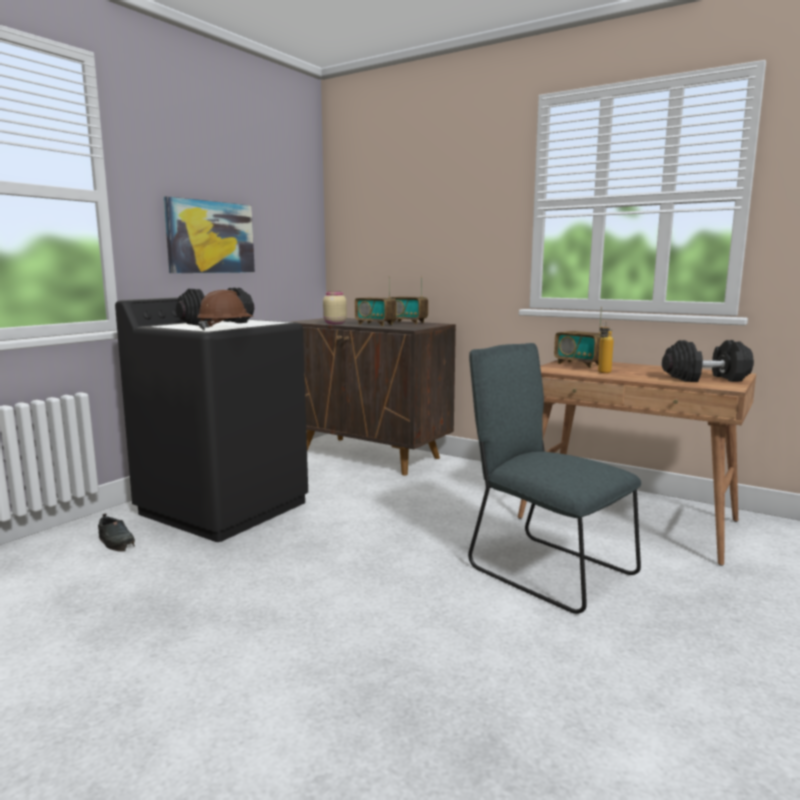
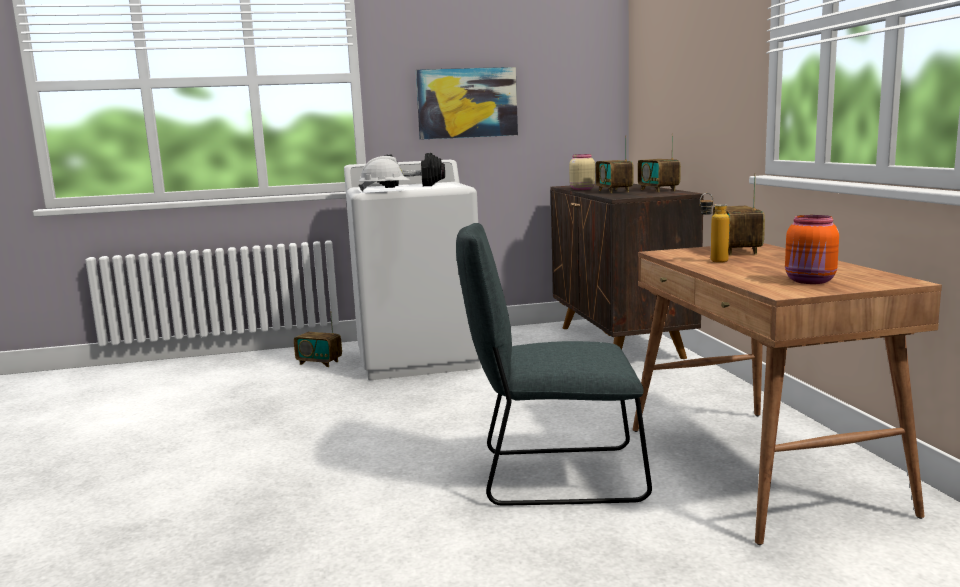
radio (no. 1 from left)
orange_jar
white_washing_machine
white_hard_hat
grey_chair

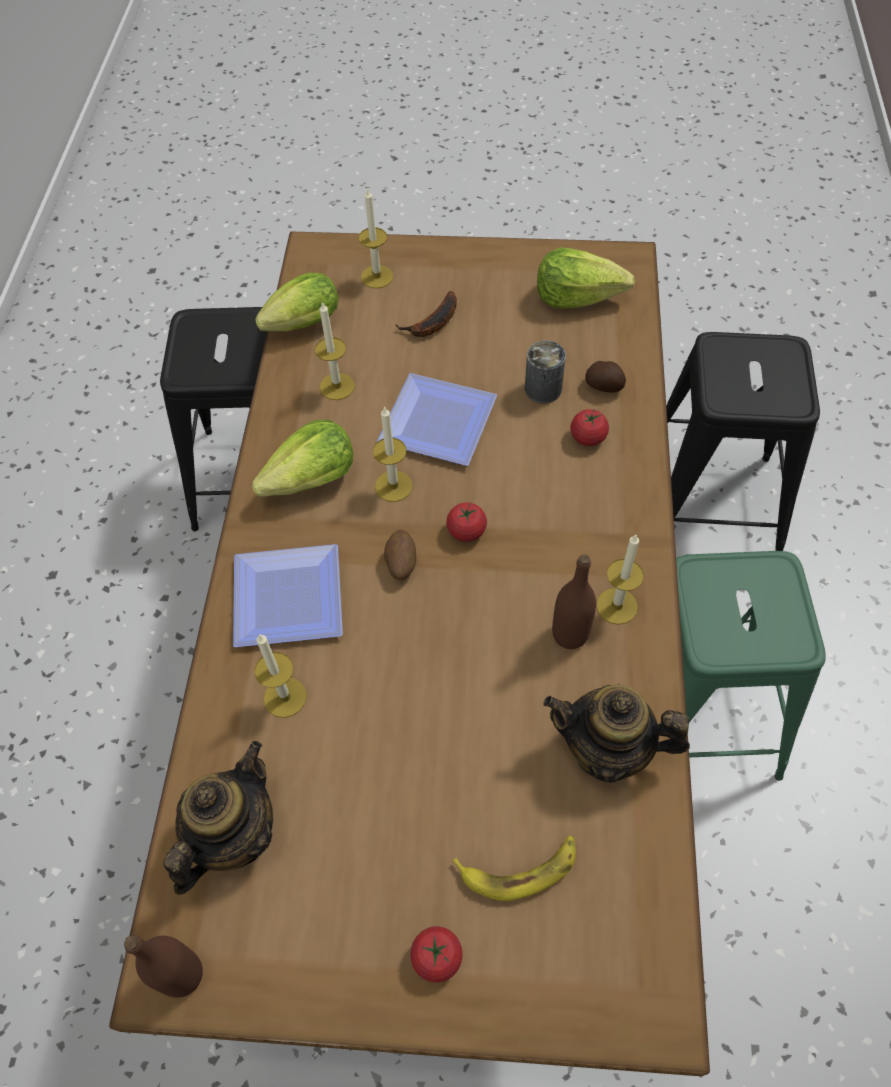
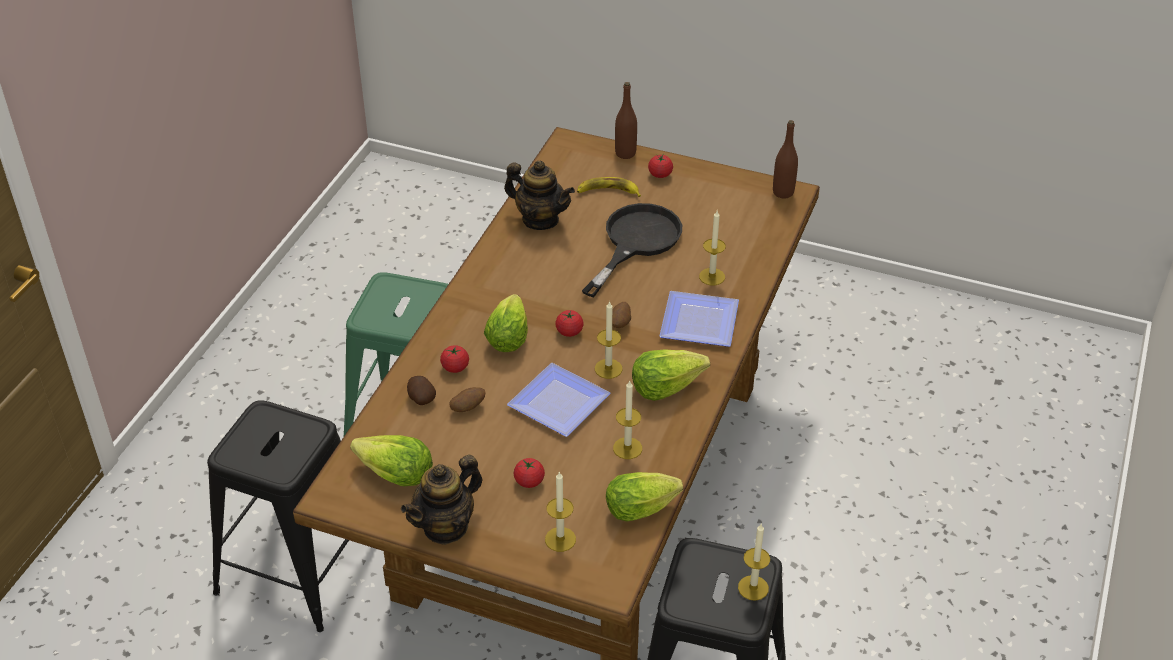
lettuce (no. 2 from left)
black_frying_pan
teapot (no. 1 from left)
brown_bottle (no. 1 from left)
candle (no. 5 from left)
tomato (no. 2 from left)
potato (no. 2 from left)

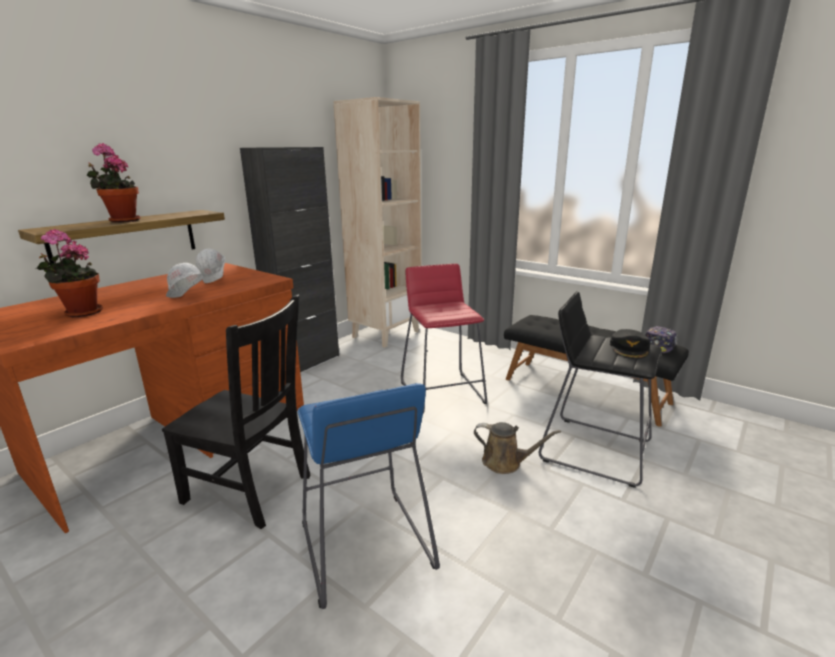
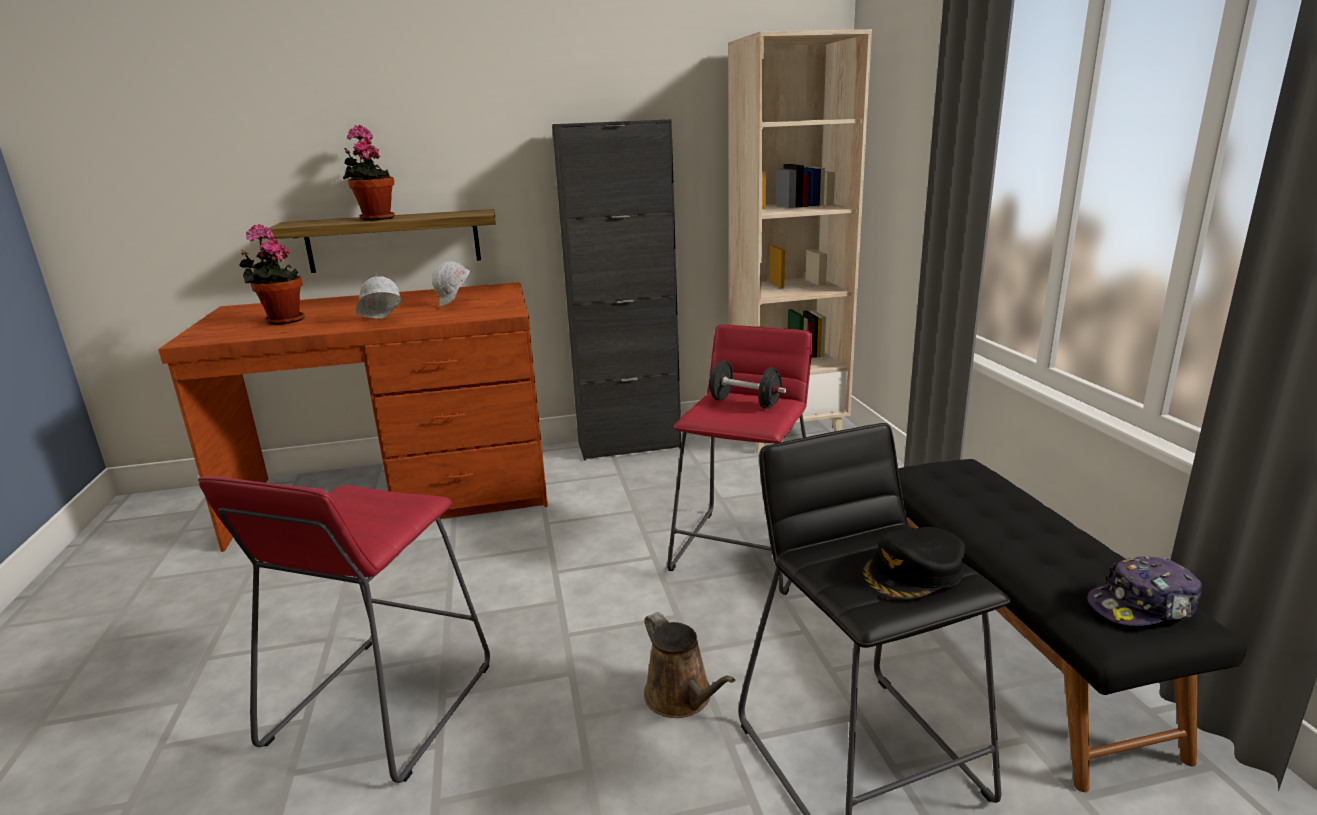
black_chair
black_dumbbell
red_stool (no. 1 from left)

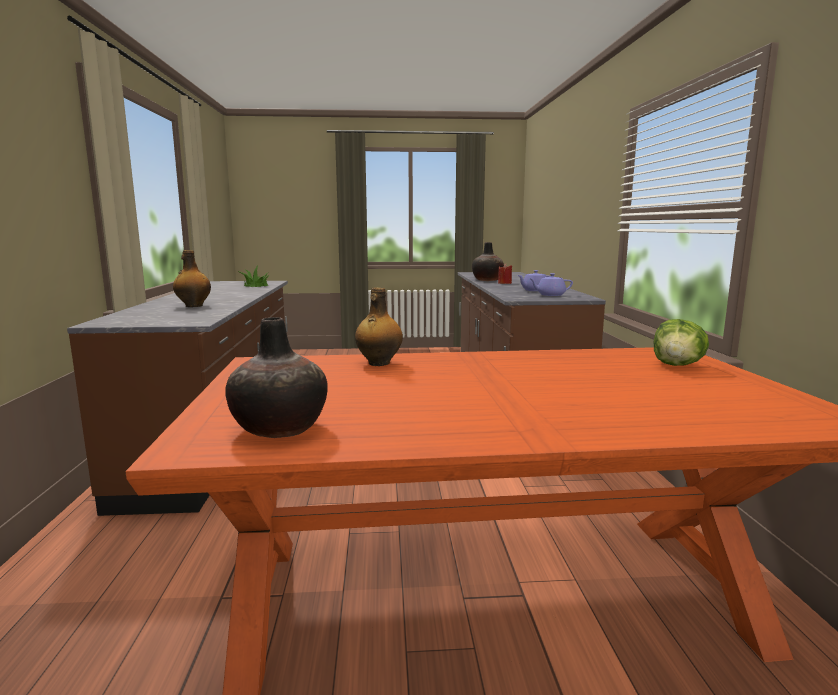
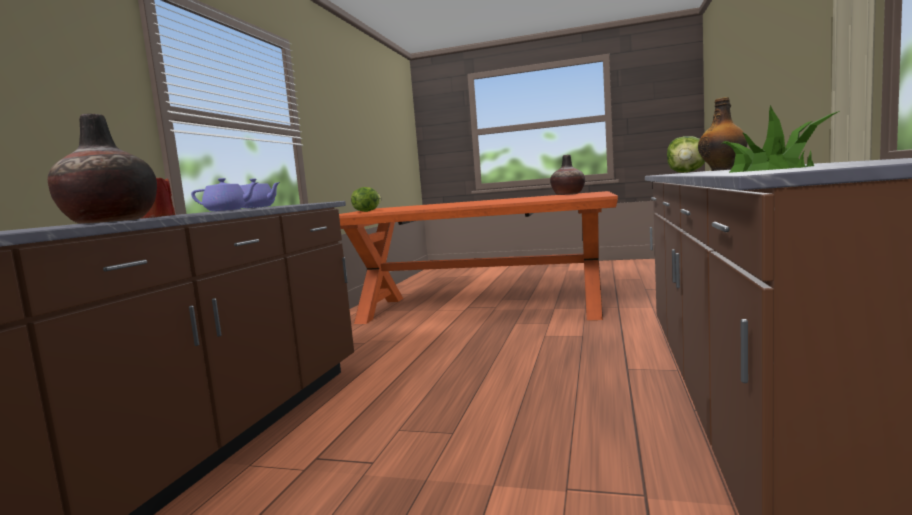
bottle (no. 2 from left in the first image)
lettuce (no. 2 from left)

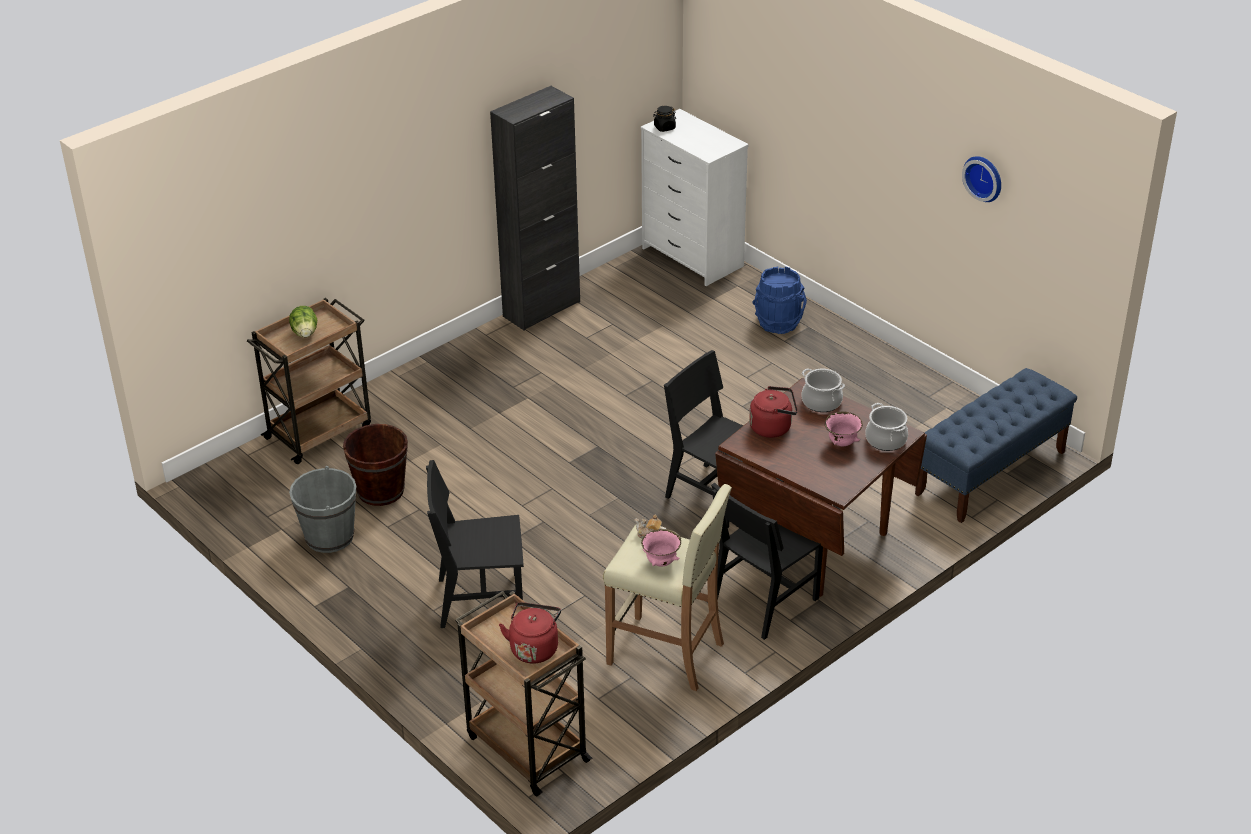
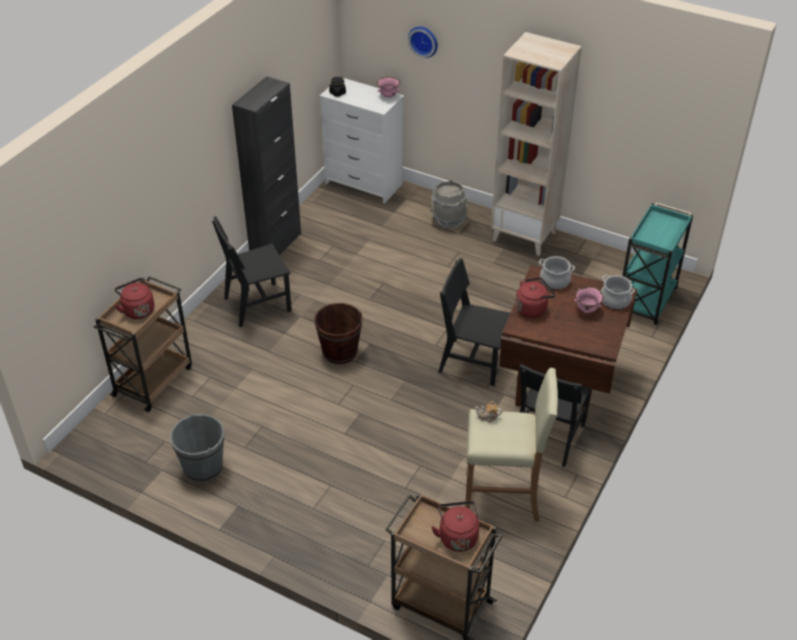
beige_bookcase
brown_bucket
black_chair (no. 1 from left)
pink_bowl (no. 1 from left)
wall_clock
red_kettle (no. 1 from left)
turquoise_cart
grey_bucket (no. 2 from left)

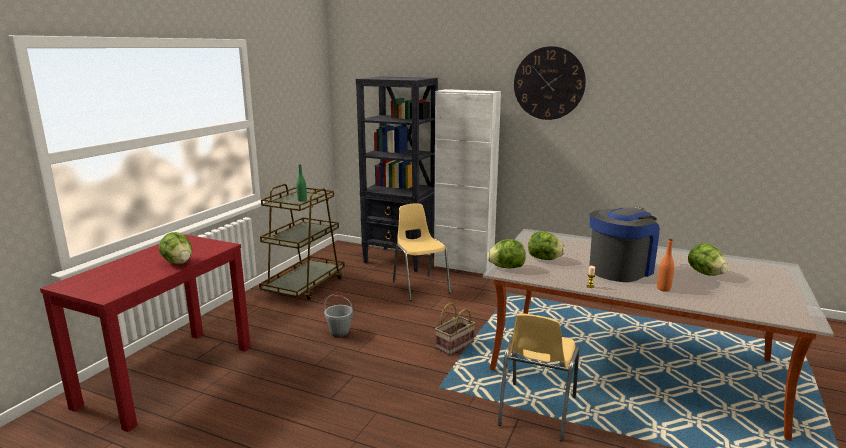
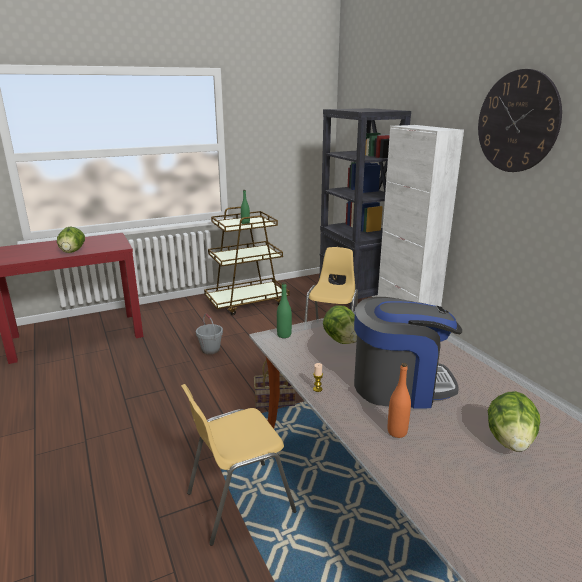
green_bottle (no. 2 from left)

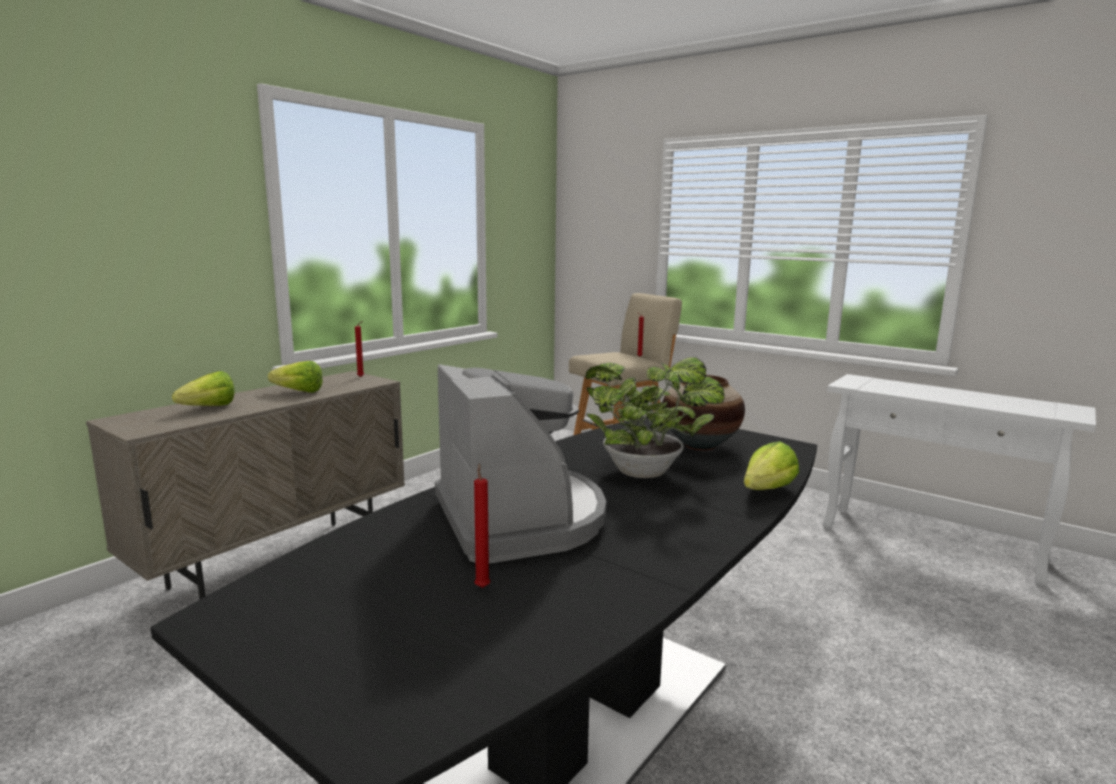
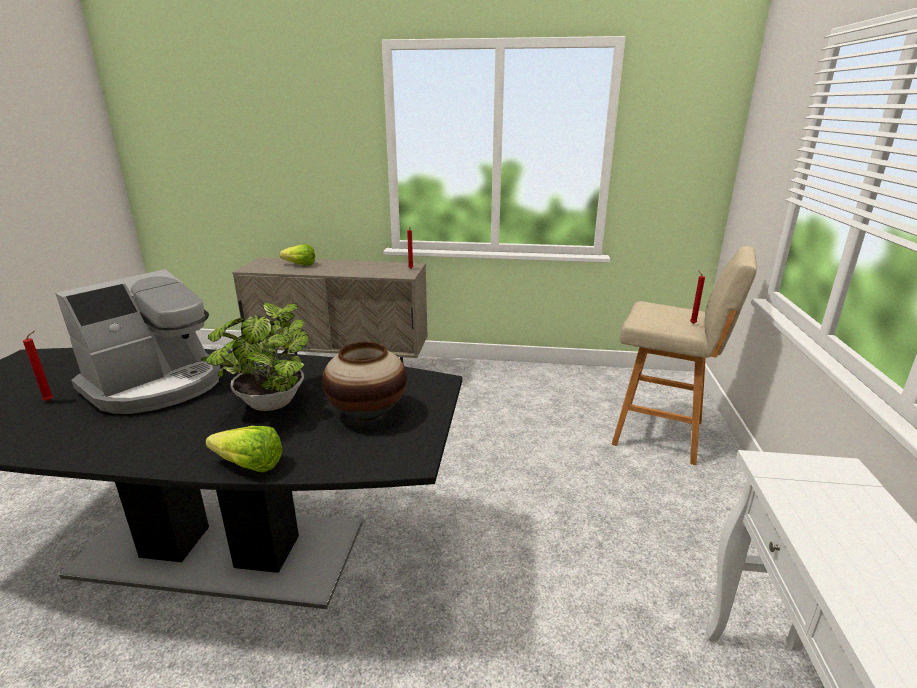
lettuce (no. 2 from left in the first image)

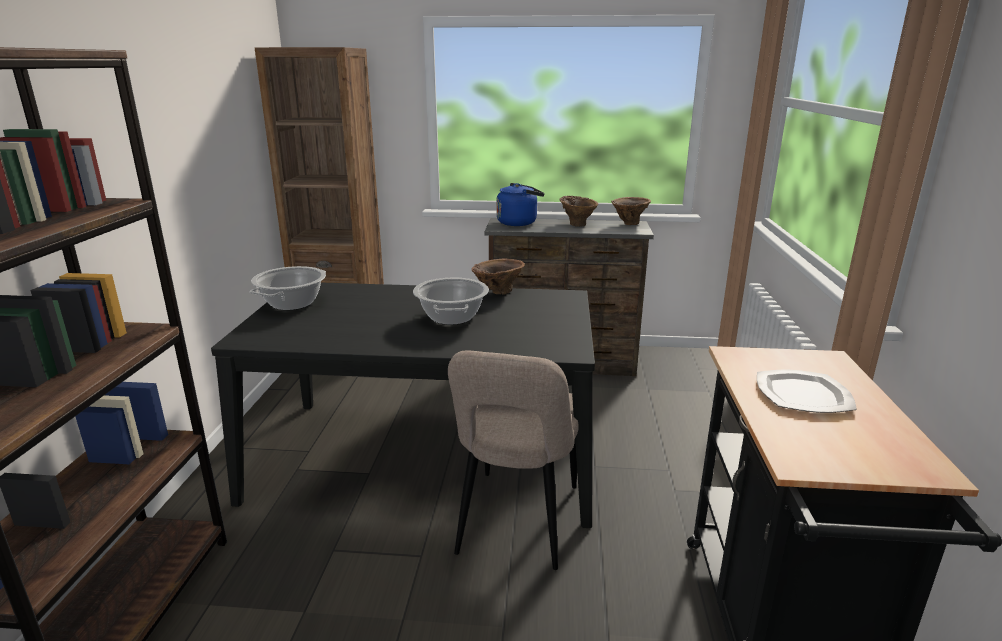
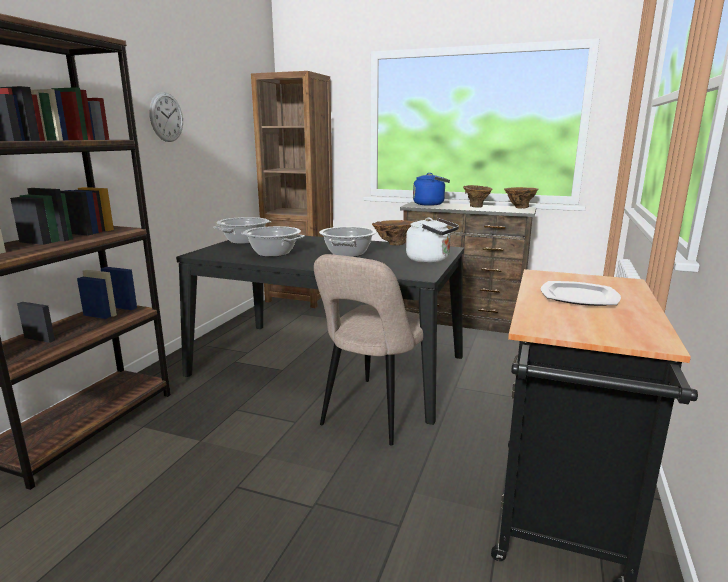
wall_clock
cooking_pot (no. 2 from left)
white_kettle

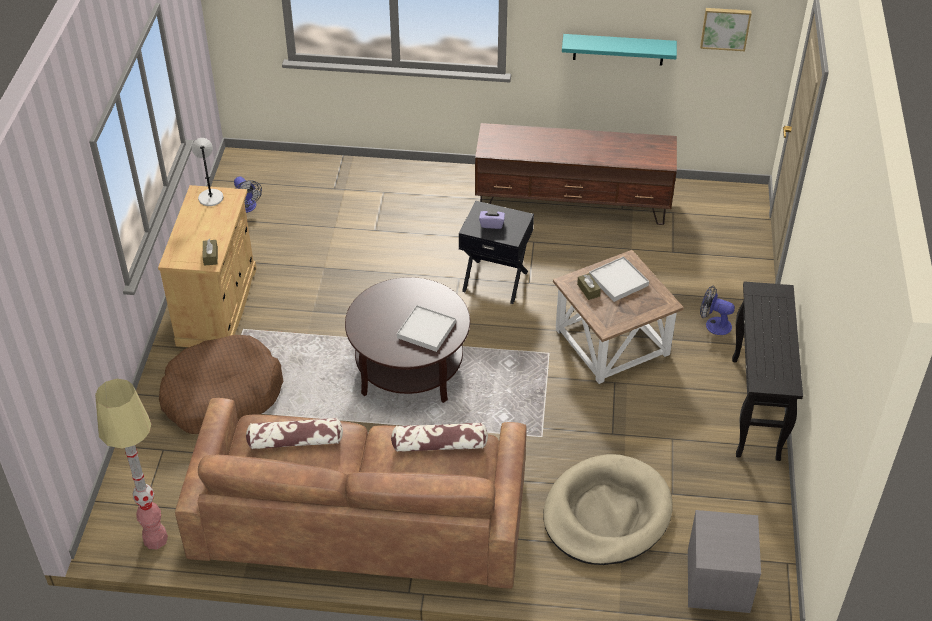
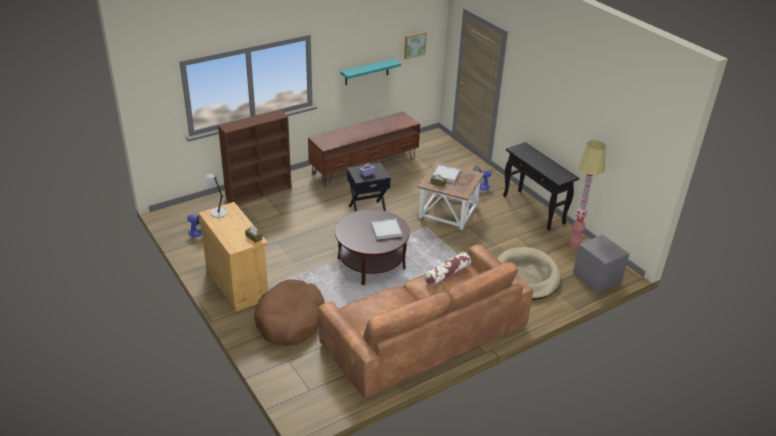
pillow (no. 1 from left in the first image)
brown_bookcase
floor_lamp

